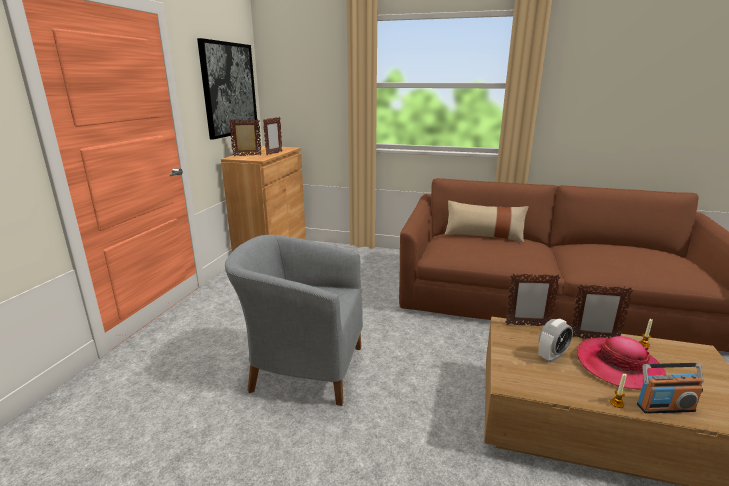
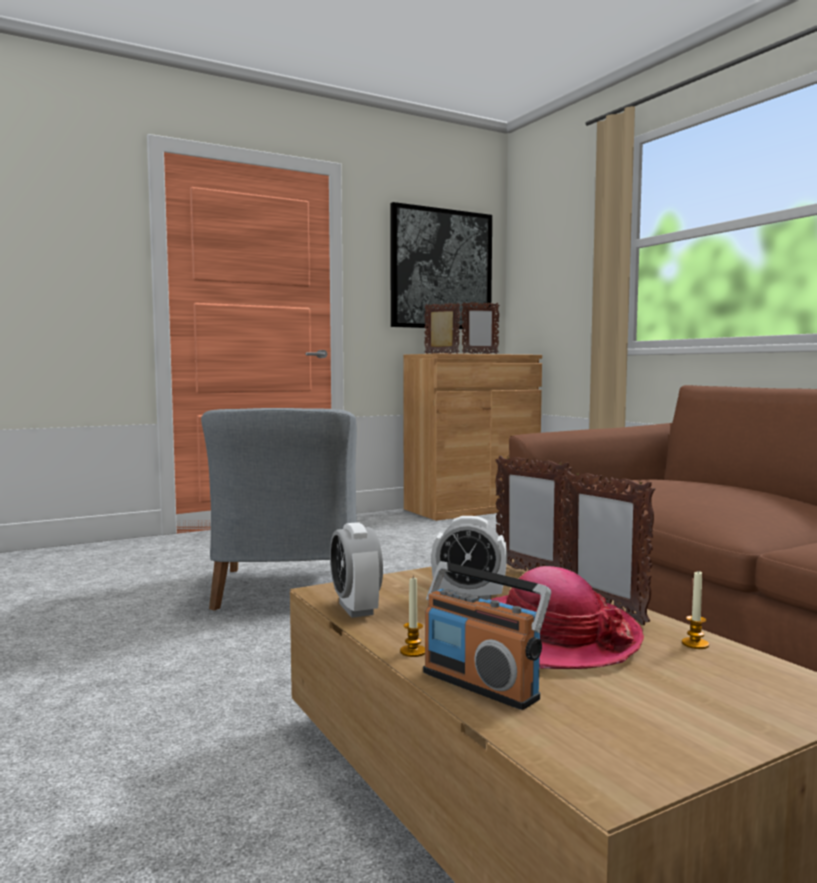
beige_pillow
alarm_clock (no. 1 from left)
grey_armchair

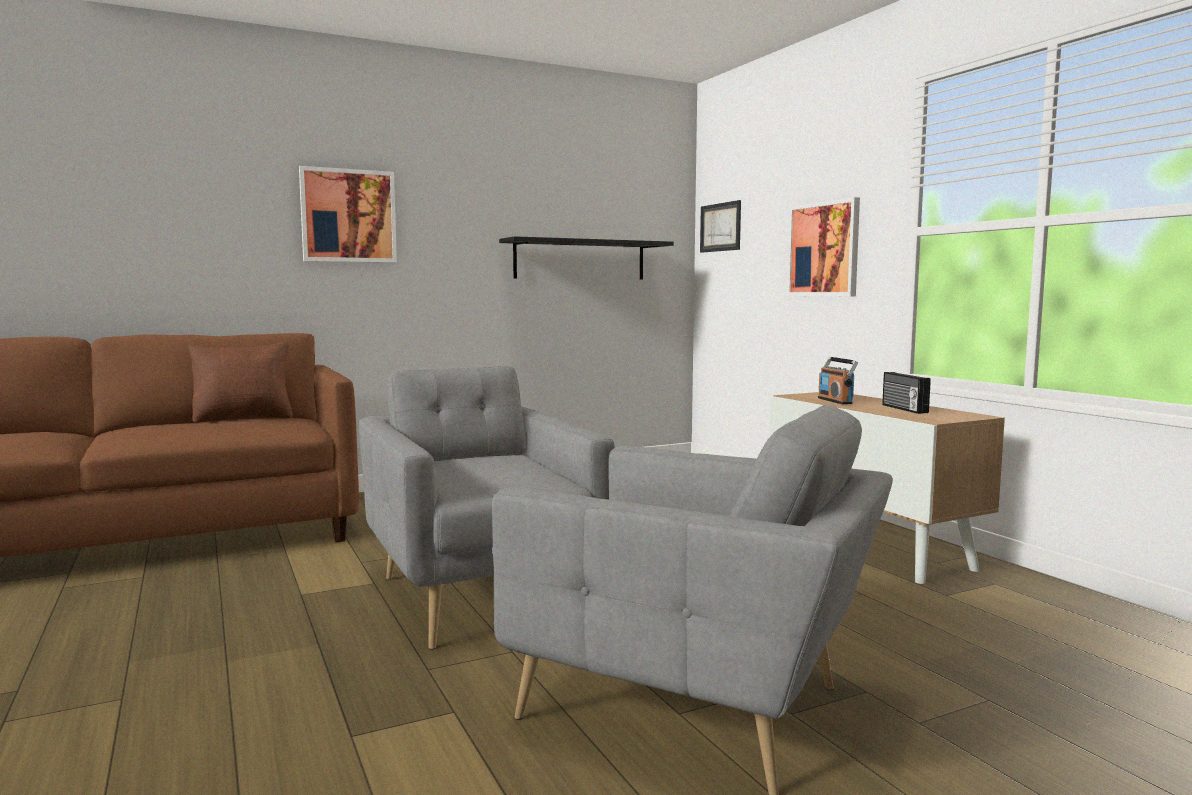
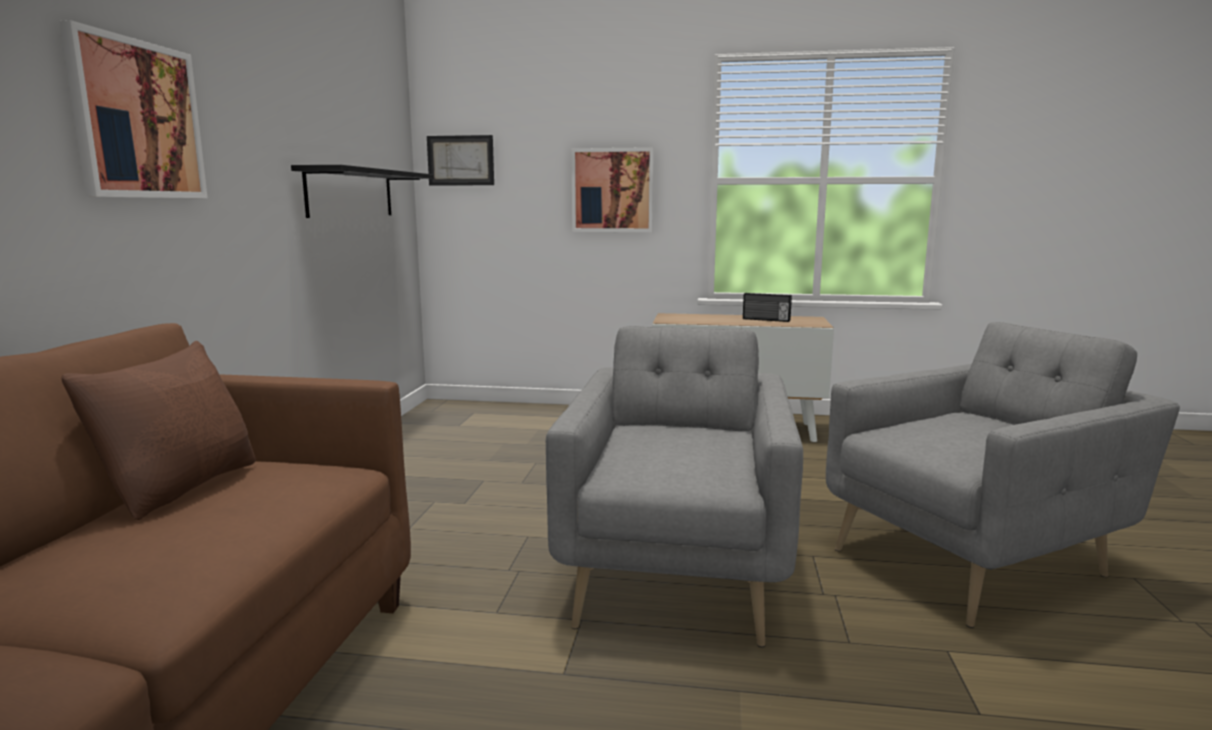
radio (no. 1 from left in the first image)
grey_armchair (no. 1 from left)

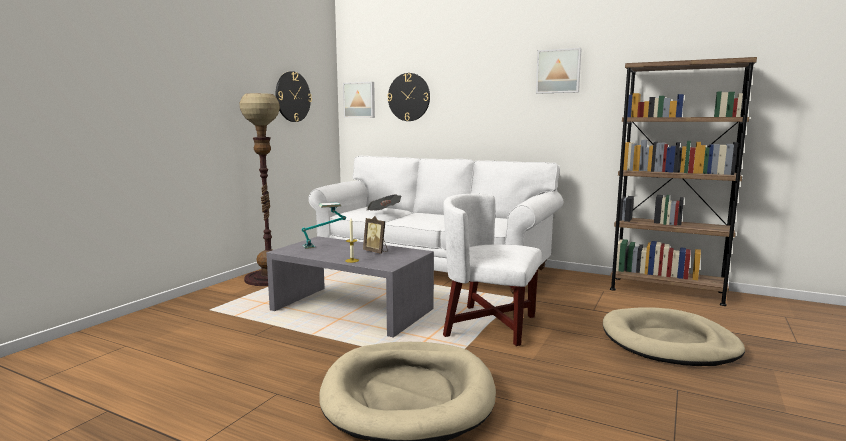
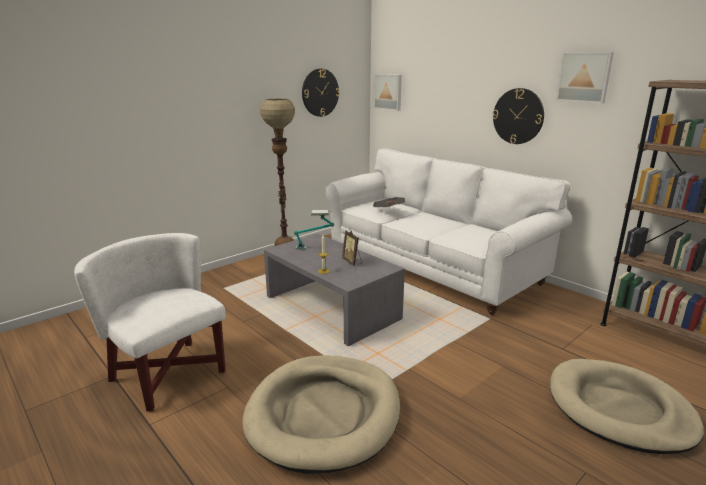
wall_clock (no. 2 from left)
white_armchair

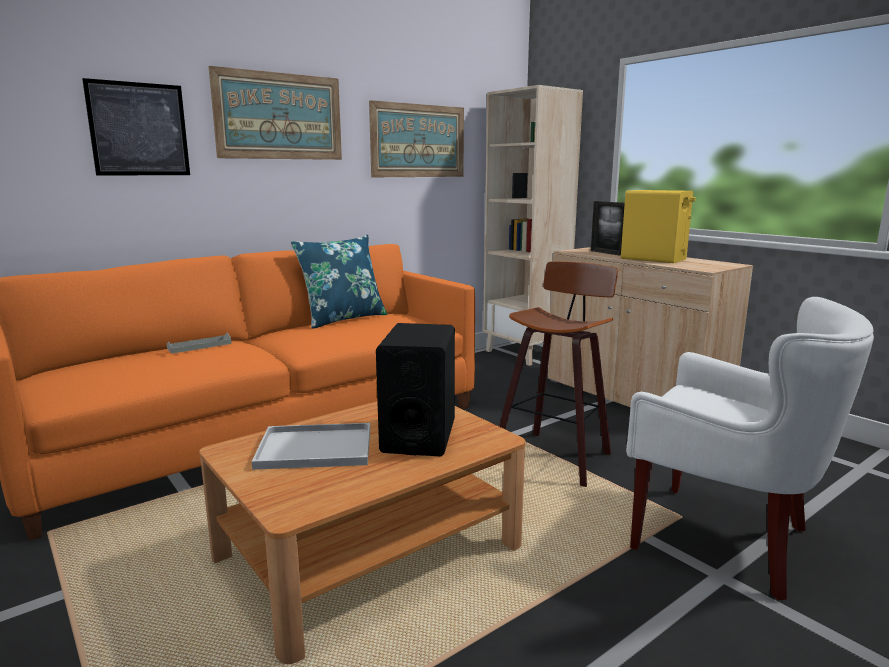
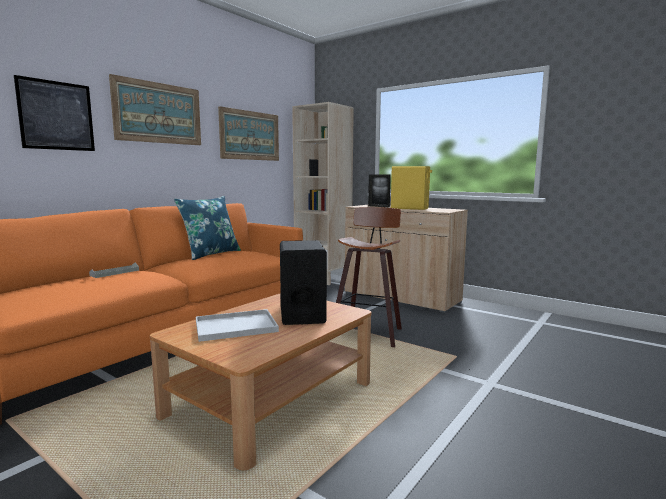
white_armchair

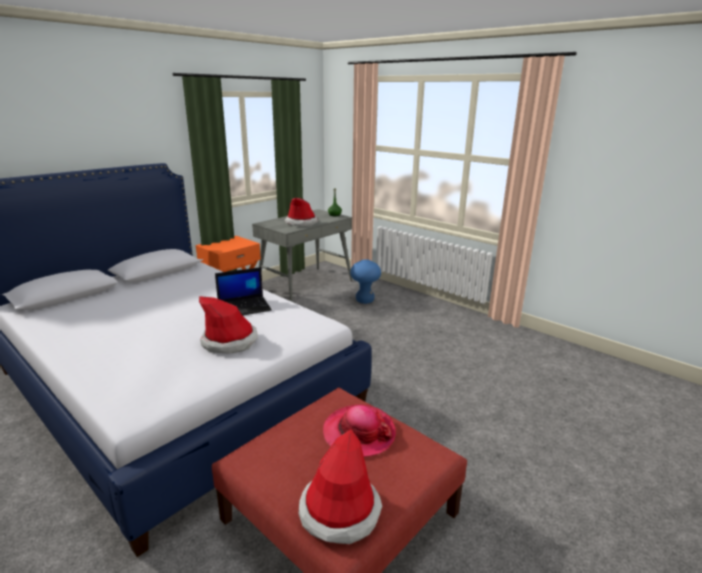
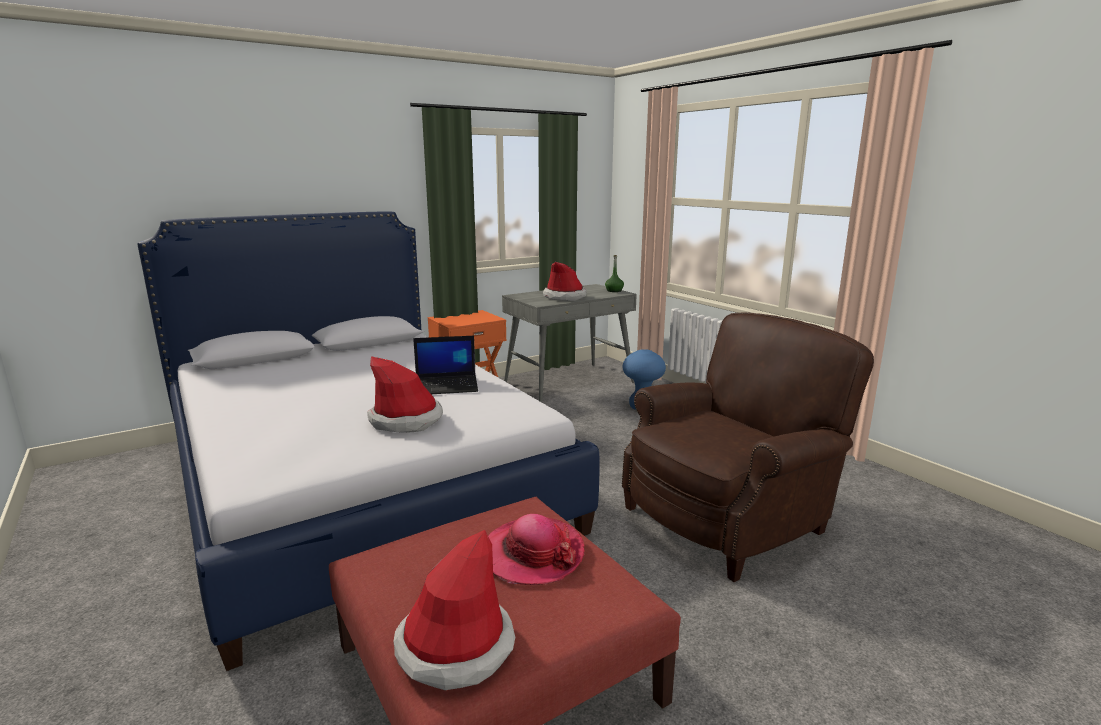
brown_armchair

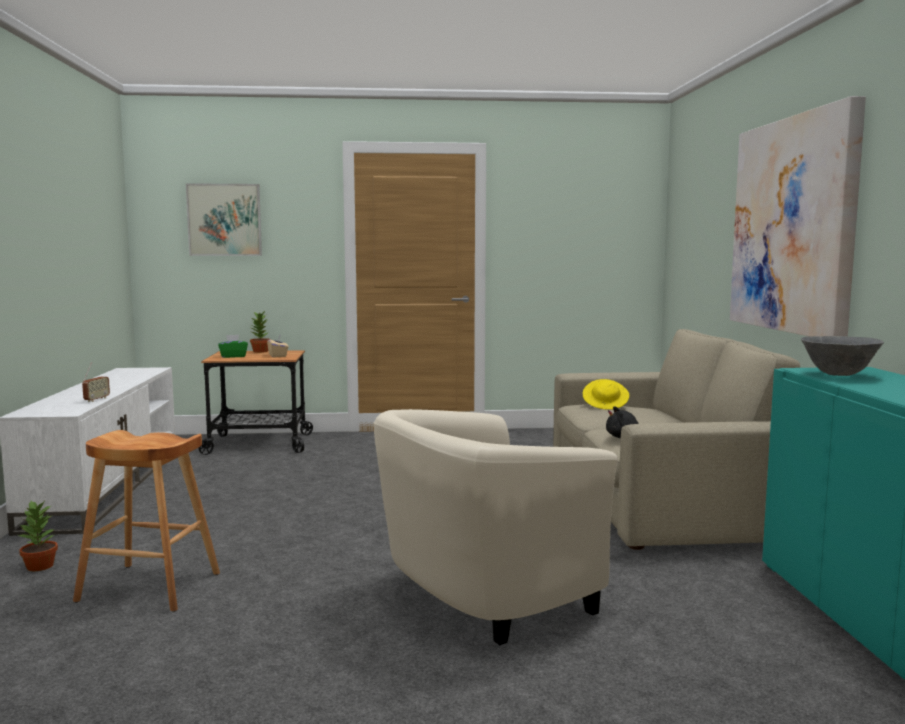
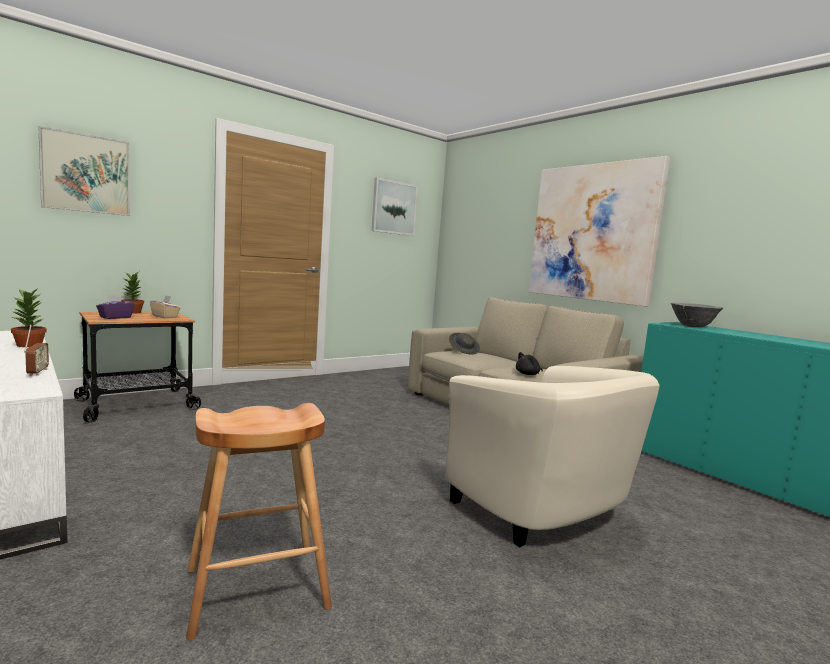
picture (no. 2 from left)
potted_plant (no. 1 from left)
purple_tissue_box
grey_hat
beige_armchair

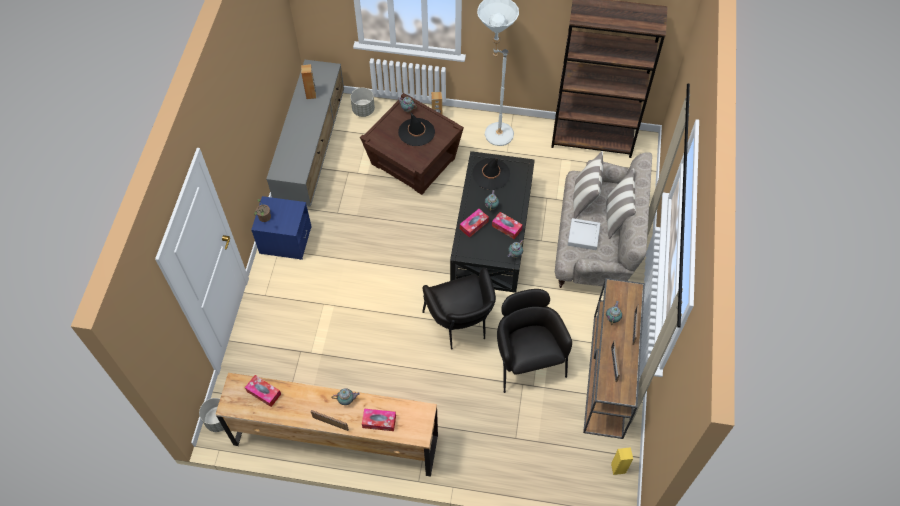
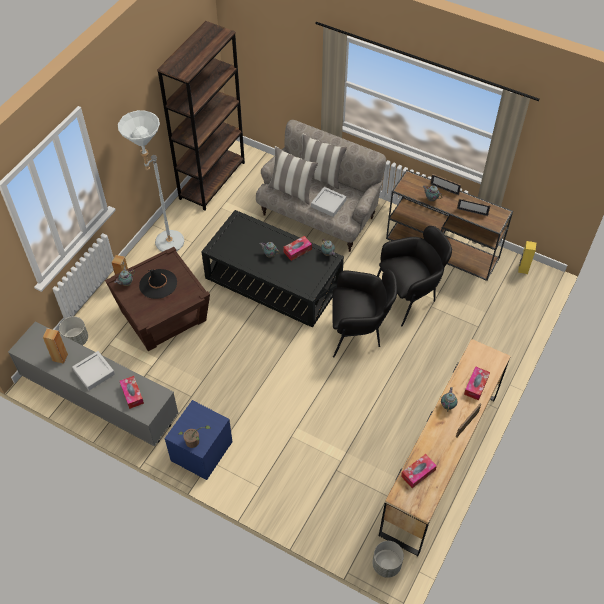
black_hat (no. 2 from left in the first image)
grey_tray (no. 1 from left)
tissue_box (no. 1 from left)
black_armchair (no. 2 from left)

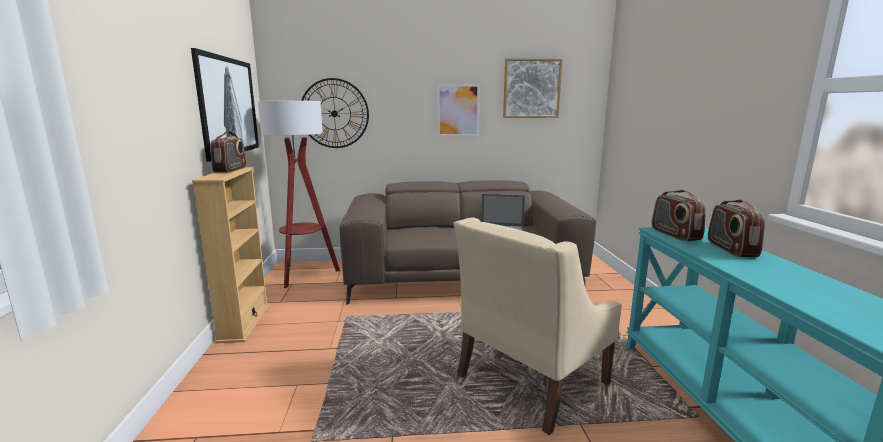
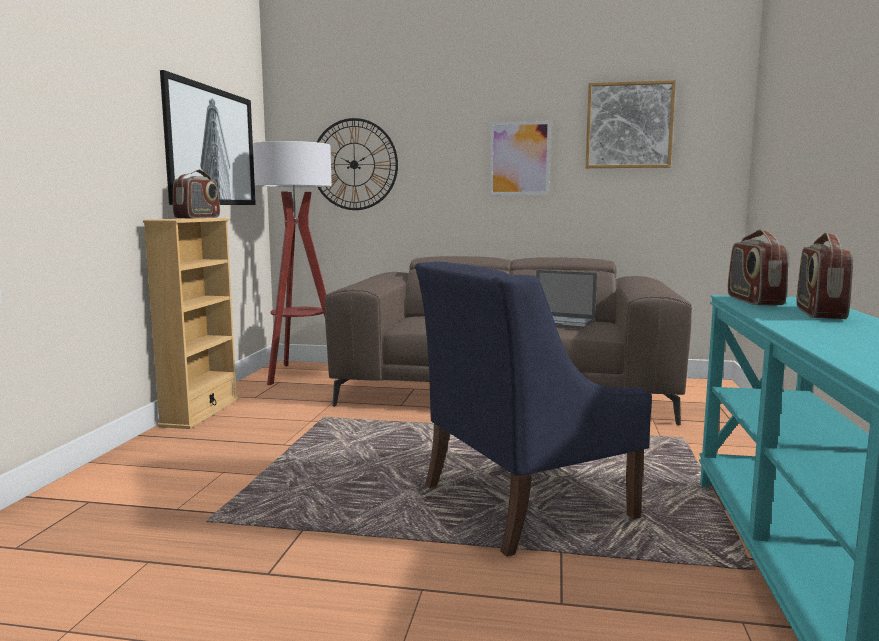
blue_armchair

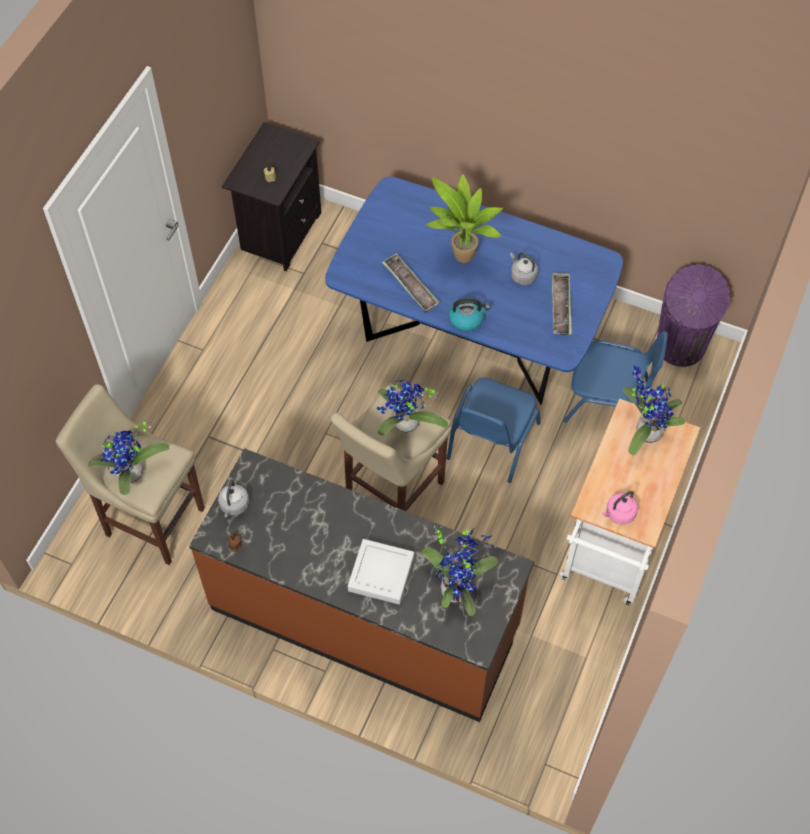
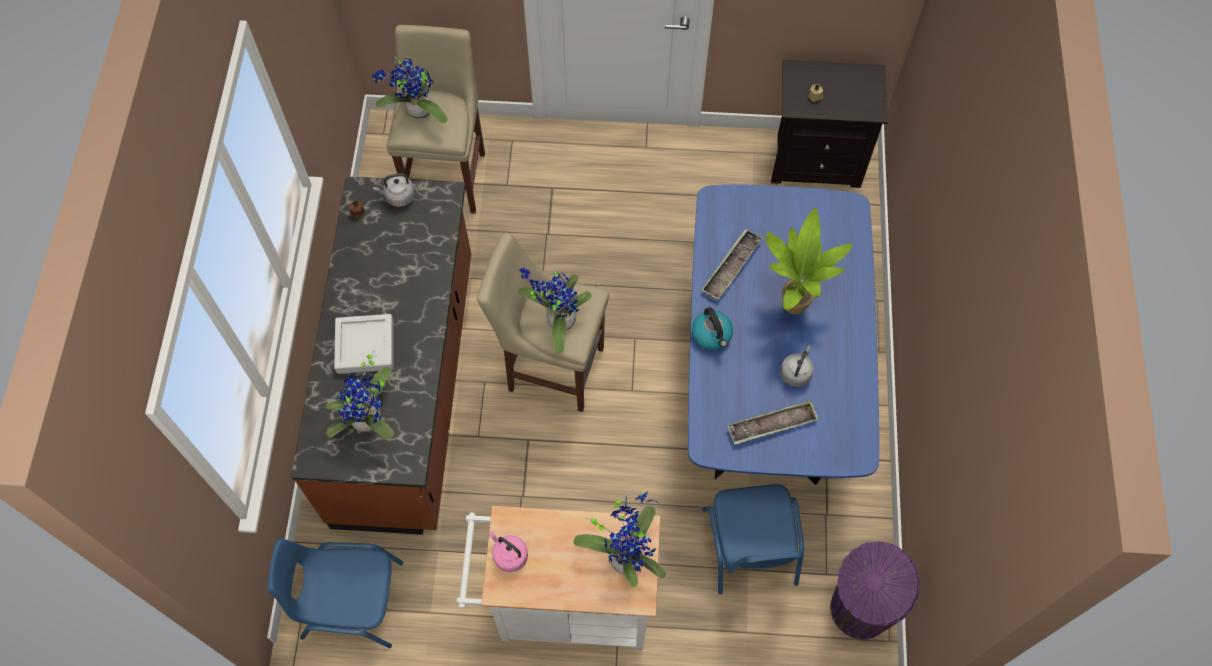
blue_chair (no. 1 from left)

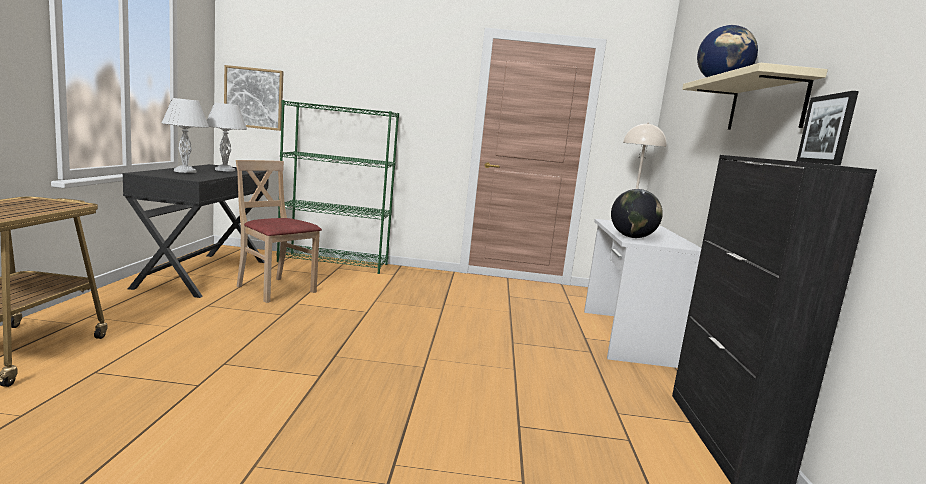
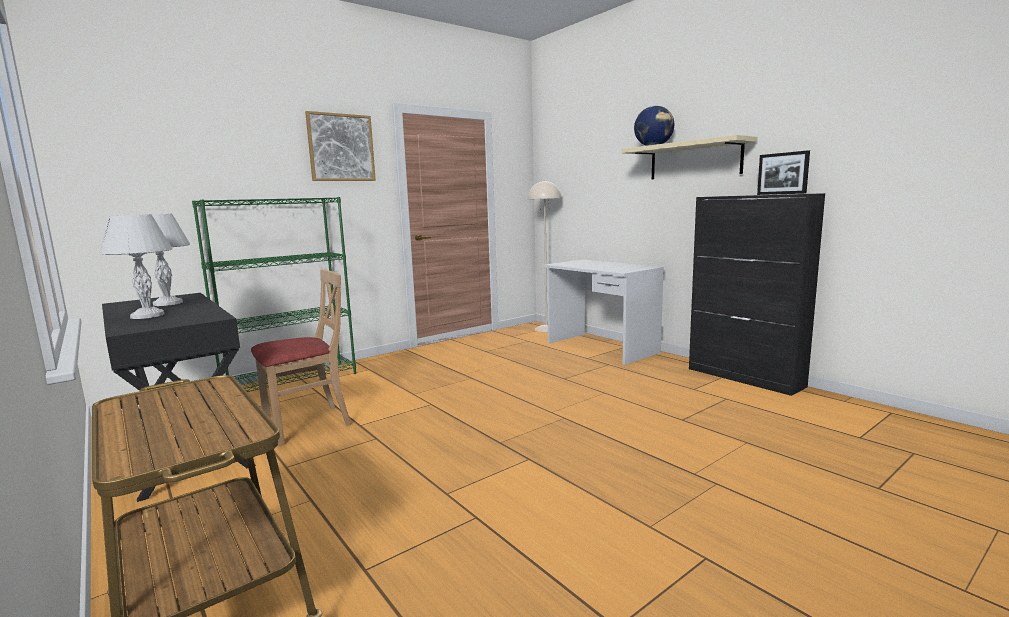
globe (no. 1 from left in the first image)
picture
beige_chair

